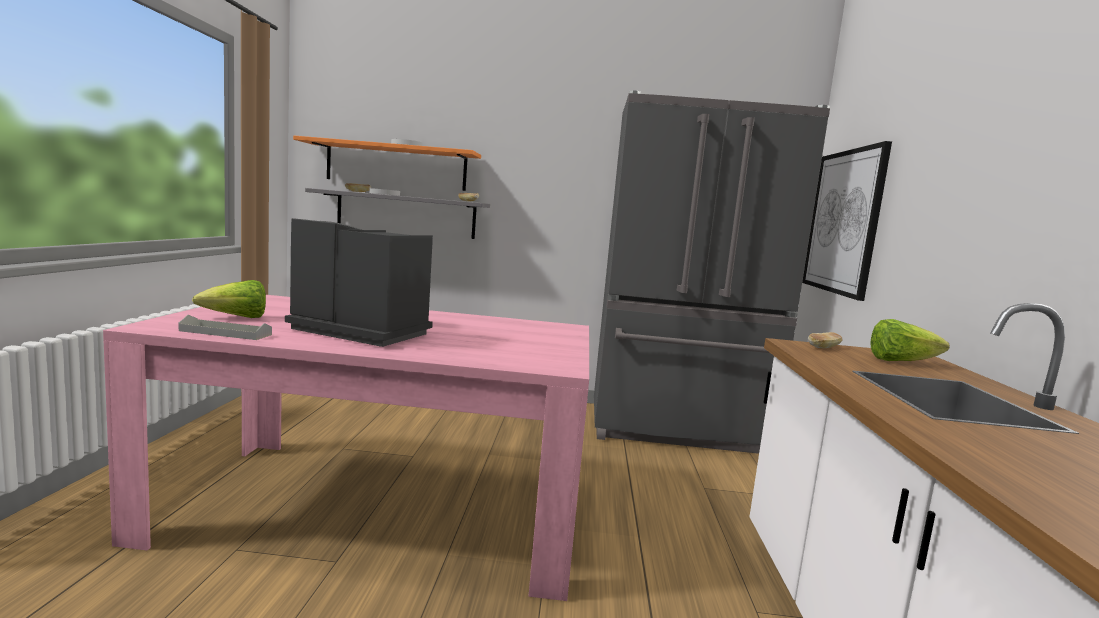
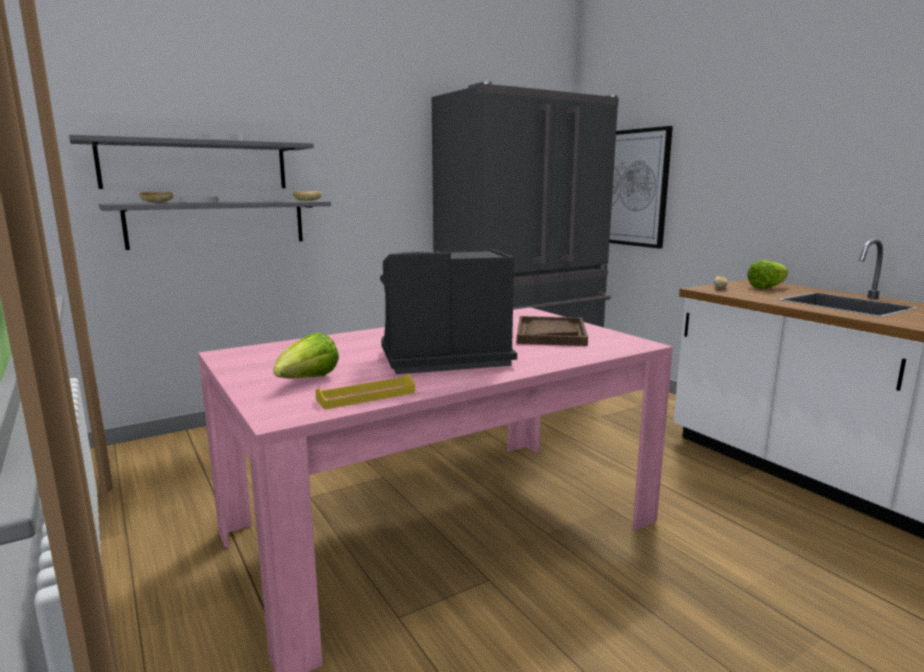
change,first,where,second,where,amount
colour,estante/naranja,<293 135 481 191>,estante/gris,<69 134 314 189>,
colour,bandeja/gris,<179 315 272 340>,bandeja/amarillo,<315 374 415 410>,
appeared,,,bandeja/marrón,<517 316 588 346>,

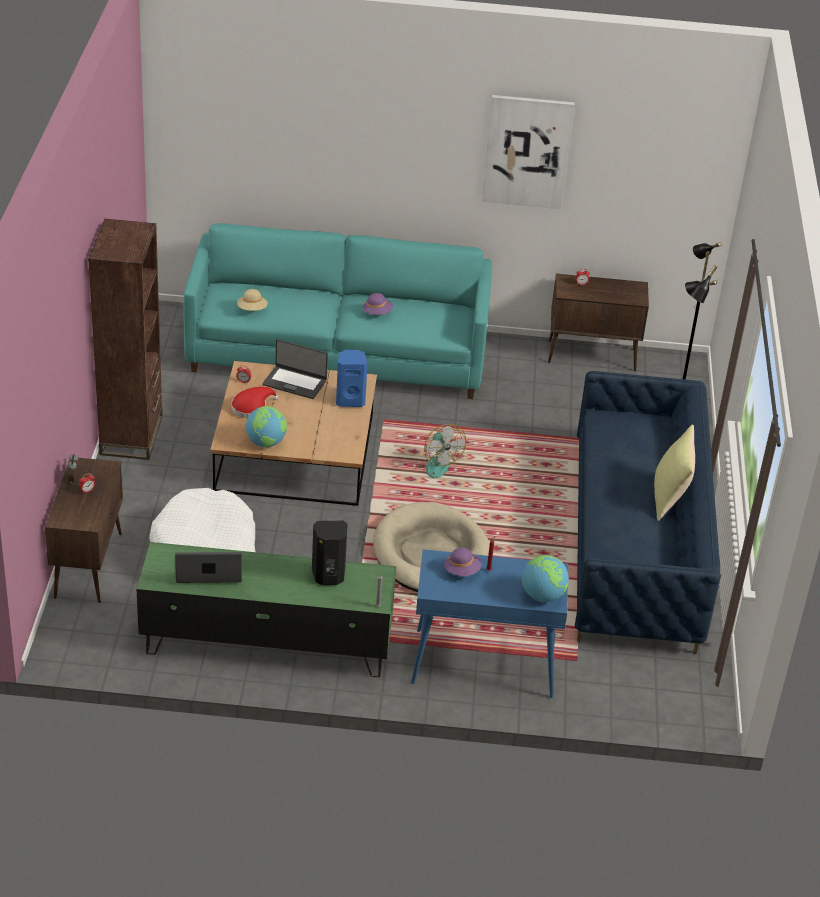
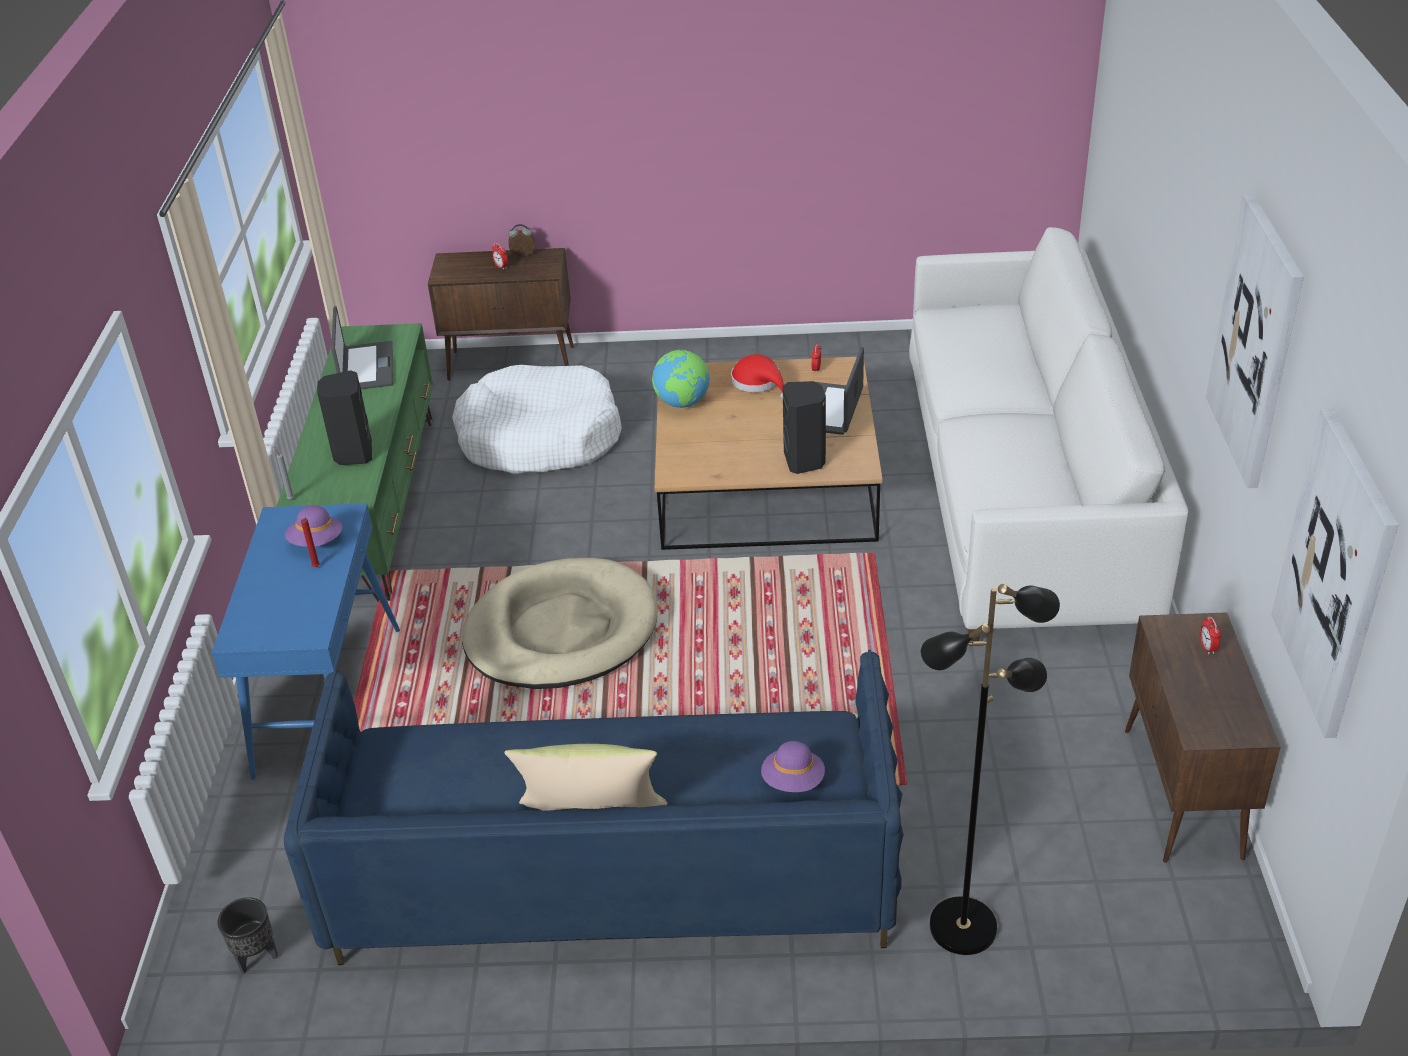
change,first,where,second,where,amount
missing,estantería/marrón,<88 219 163 460>,,,
colour,sofá/turquesa,<183 223 492 399>,sofá/blanco,<909 227 1188 641>,
missing,sombrero/beis,<237 289 268 311>,,,
relocated,sombrero/morado,<362 293 393 315>,,<761 741 825 792>,
colour,altavoz/azul,<336 350 368 407>,altavoz/negro,<783 381 826 474>,
missing,ventilador,<417 424 466 478>,,,
missing,globo terráqueo,<522 555 569 602>,,,
appeared,,,cuadro,<1271 408 1398 738>,
appeared,,,maceta/negro,<218 897 278 974>,

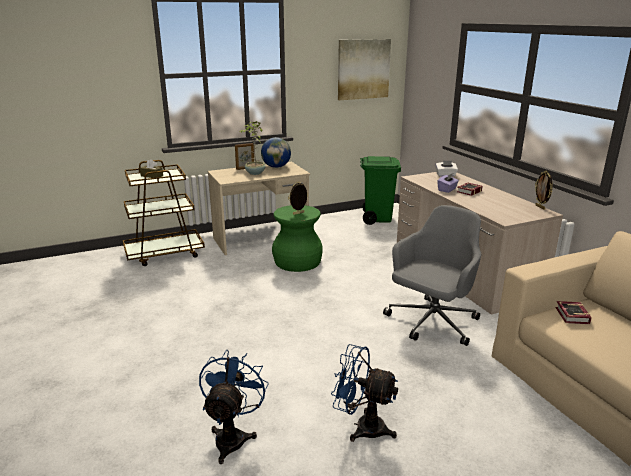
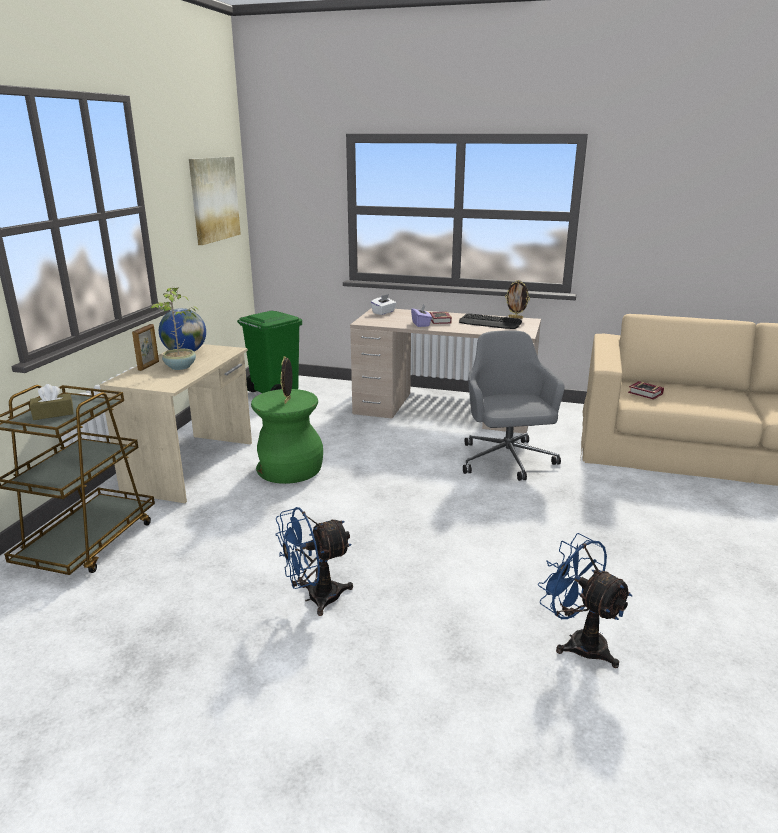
change,first,where,second,where,amount
relocated,ventilador/azul,<331 344 398 442>,,<275 507 353 616>,
appeared,,,teclado,<459 313 522 329>,

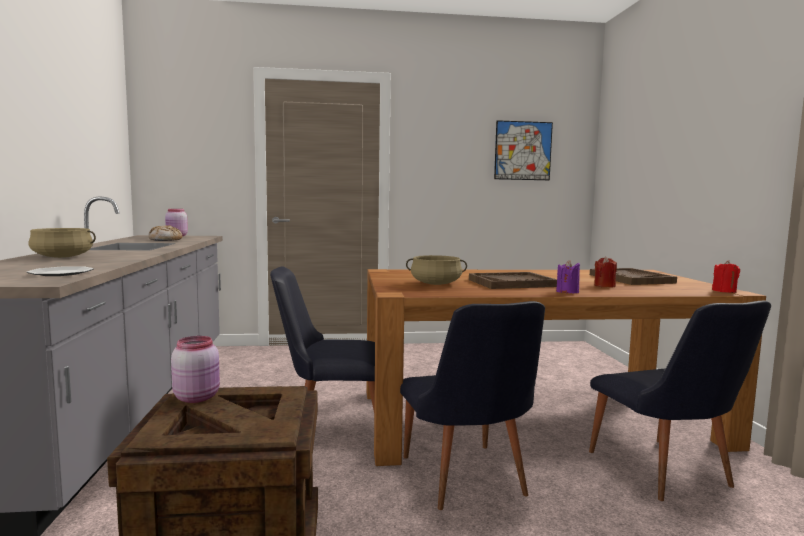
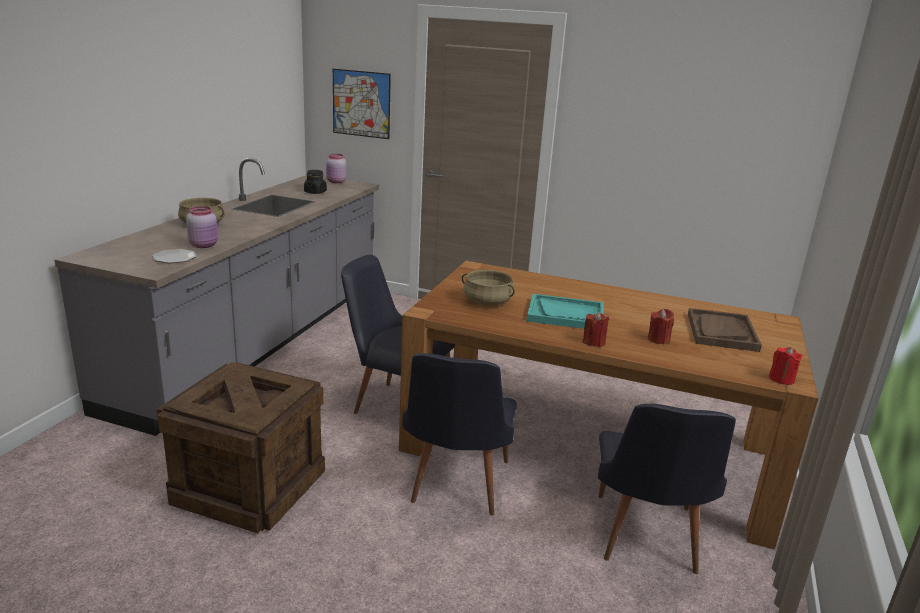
change,first,where,second,where,amount
relocated,cuadro,<494 120 553 180>,,<333 69 391 139>,
exchanged,pan,<148 225 182 241>,tarro/negro,<304 170 327 194>,
colour,vela/morado,<556 260 580 293>,vela/rojo,<582 312 609 347>,
colour,bandeja/marrón,<469 272 557 289>,bandeja/turquesa,<527 294 604 329>,
relocated,tarro/rosa,<171 336 220 403>,,<186 206 218 248>,

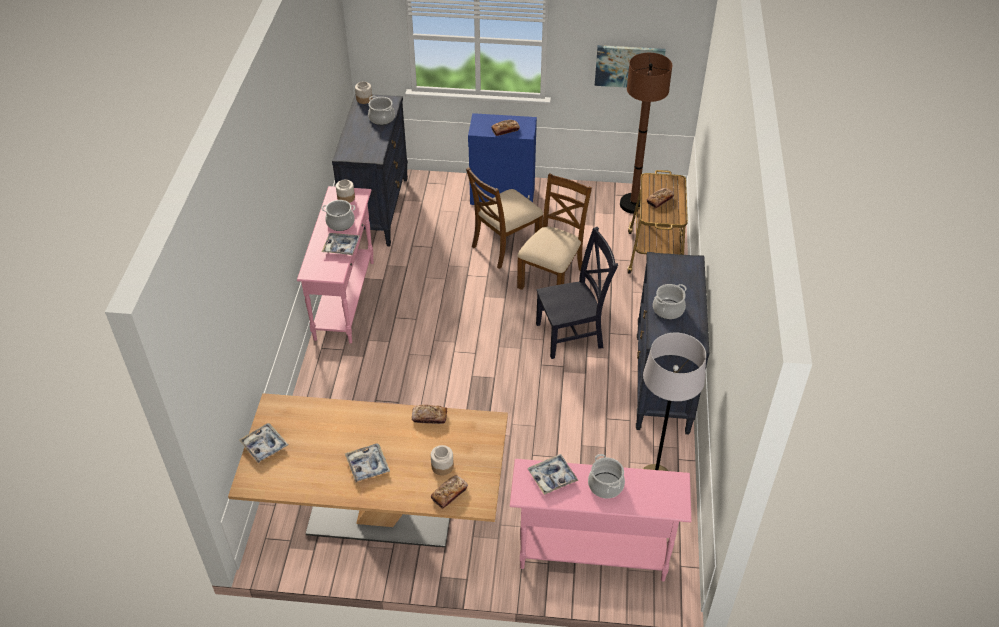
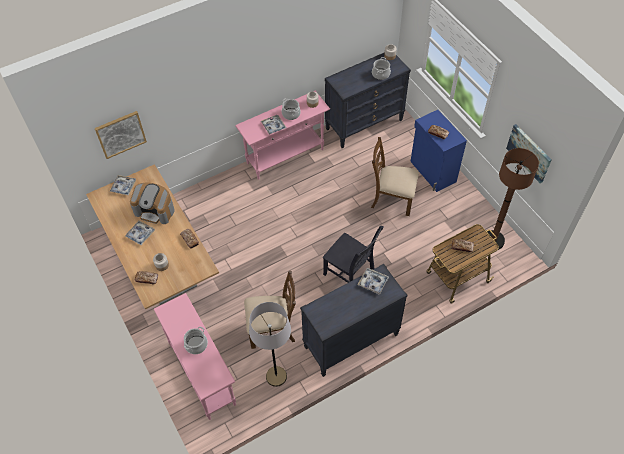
change,first,where,second,where,amount
relocated,silla/marrón,<517 173 592 290>,,<244 271 296 349>,
missing,olla,<653 284 687 319>,,,
relocated,bandeja,<528 454 578 495>,,<357 268 389 295>,
appeared,,,cuadro,<95 111 147 159>,
appeared,,,cafetera,<130 182 175 224>,

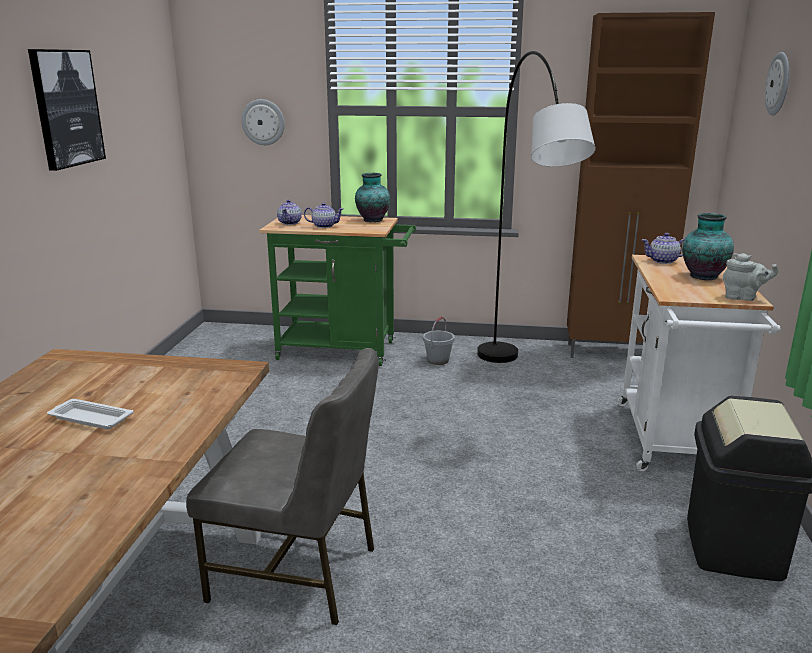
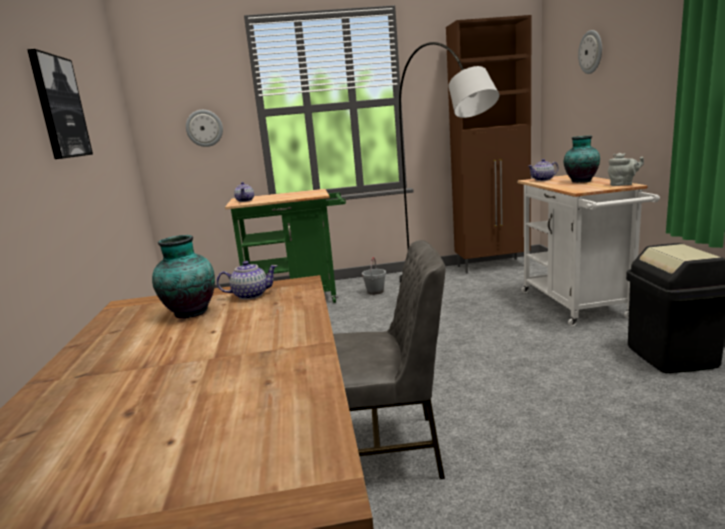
change,first,where,second,where,amount
relocated,florero,<355 173 390 222>,,<152 235 215 319>,
relocated,tetera,<304 202 343 228>,,<217 261 278 300>,
missing,bandeja/blanco,<47 399 133 430>,,,

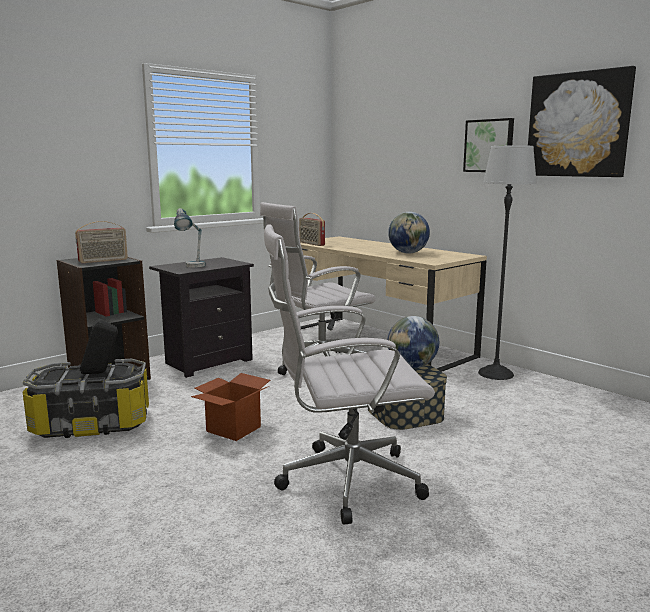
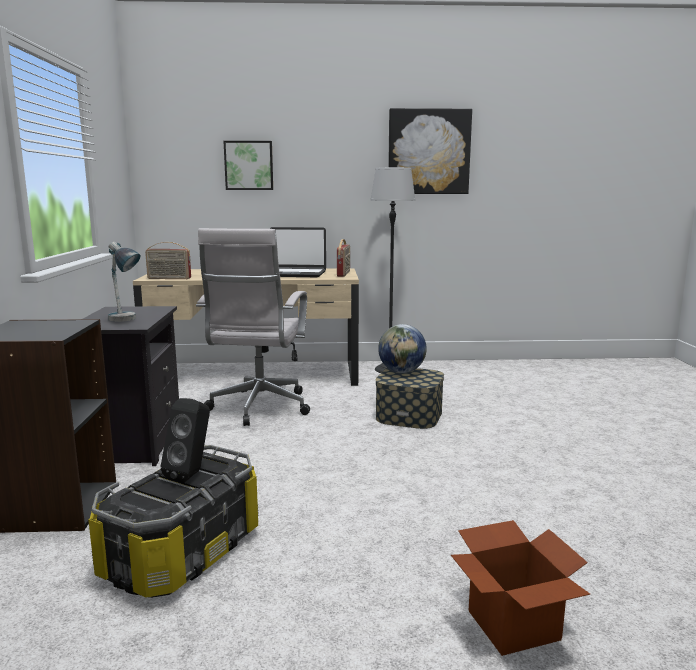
change,first,where,second,where,amount
relocated,cuadro,<463 118 514 172>,,<224 141 273 190>,
exchanged,globo terráqueo,<388 212 430 254>,portátil,<270 227 326 277>,
relocated,radio,<75 221 128 263>,,<337 239 350 277>,
missing,silla de oficina/blanco,<264 224 435 524>,,,
relocated,caja de cartón,<191 373 270 441>,,<451 520 590 656>,

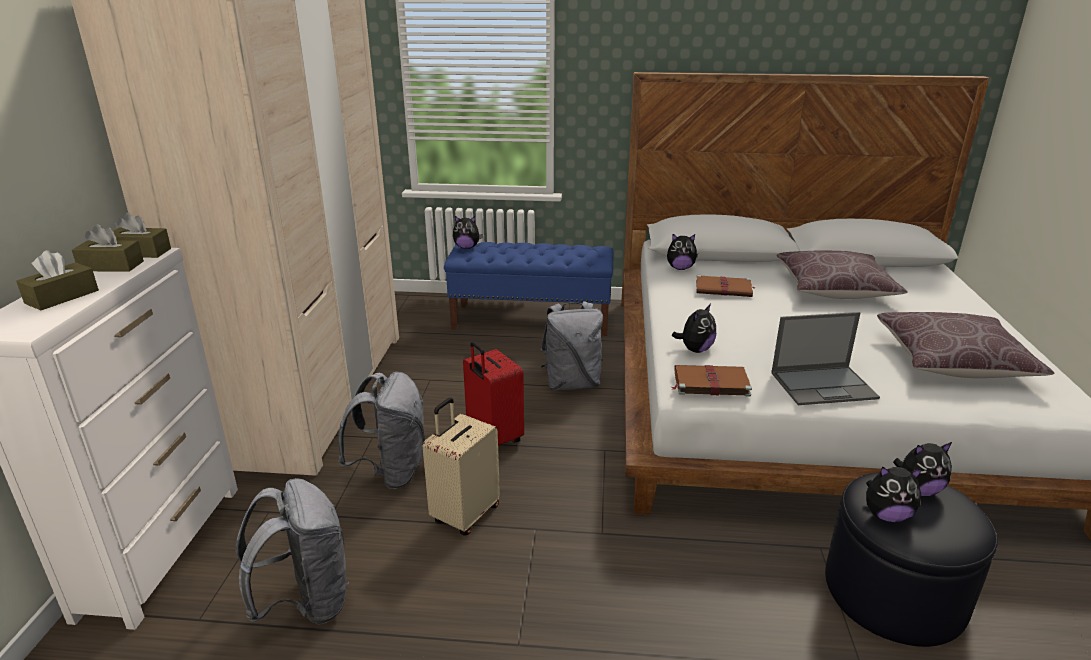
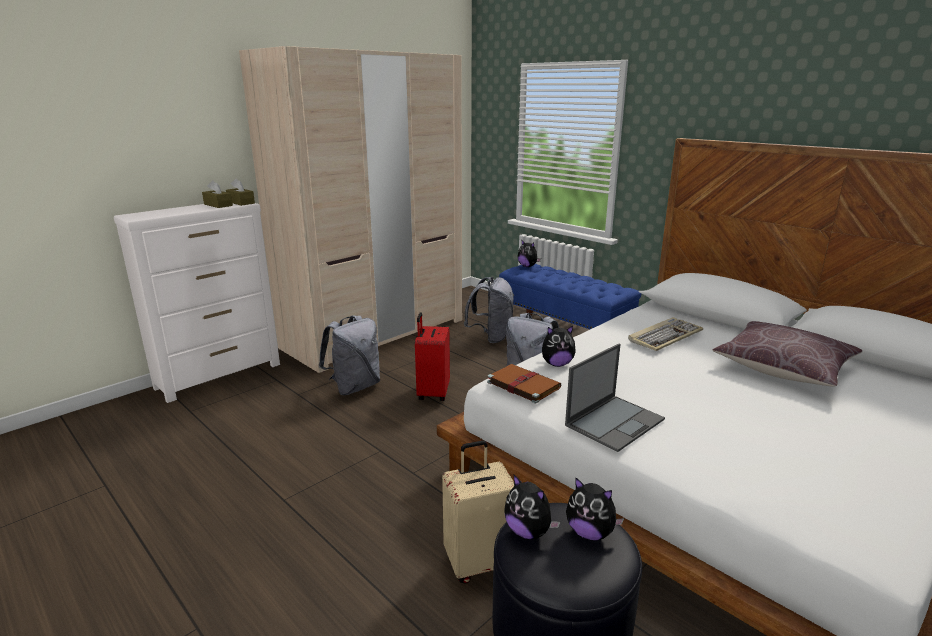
change,first,where,second,where,amount
missing,peluche,<667 234 698 270>,,,
missing,caja de pañuelos/marrón,<16 250 99 310>,,,
exchanged,libro/marrón,<696 275 755 297>,teclado,<628 317 703 351>,
spun,portátil,<771 312 880 405>,,<565 344 665 452>,75 degrees counterclockwise
missing,cojín/marrón,<877 312 1055 378>,,,
relocated,maleta/beis,<423 398 500 536>,,<442 440 514 584>,
relocated,mochila/gris,<236 478 349 624>,,<464 277 514 343>,

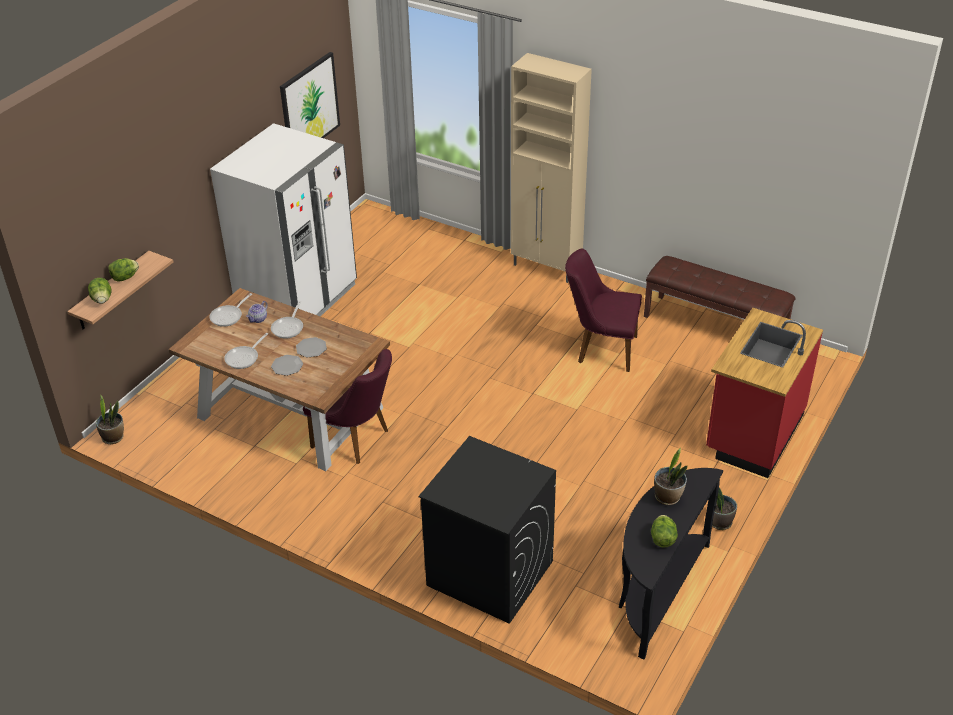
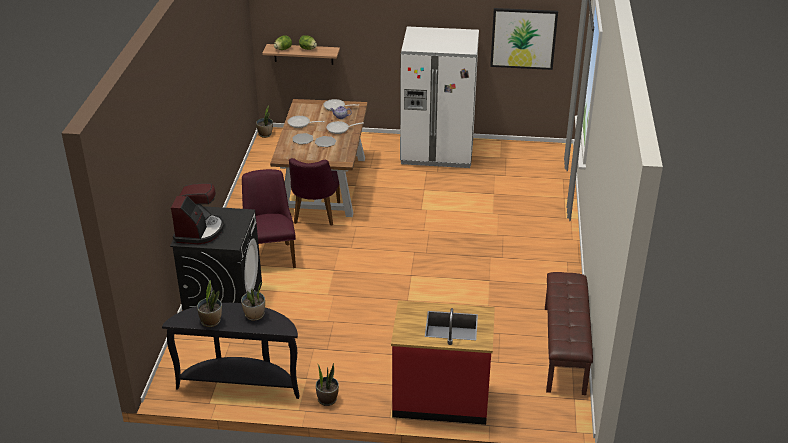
change,first,where,second,where,amount
missing,armario/beis,<511 53 592 283>,,,
relocated,silla/morado,<565 249 642 372>,,<242 169 296 268>,
exchanged,lechuga,<651 515 678 548>,planta en maceta,<197 280 222 327>,
appeared,,,cafetera,<171 183 224 244>,

